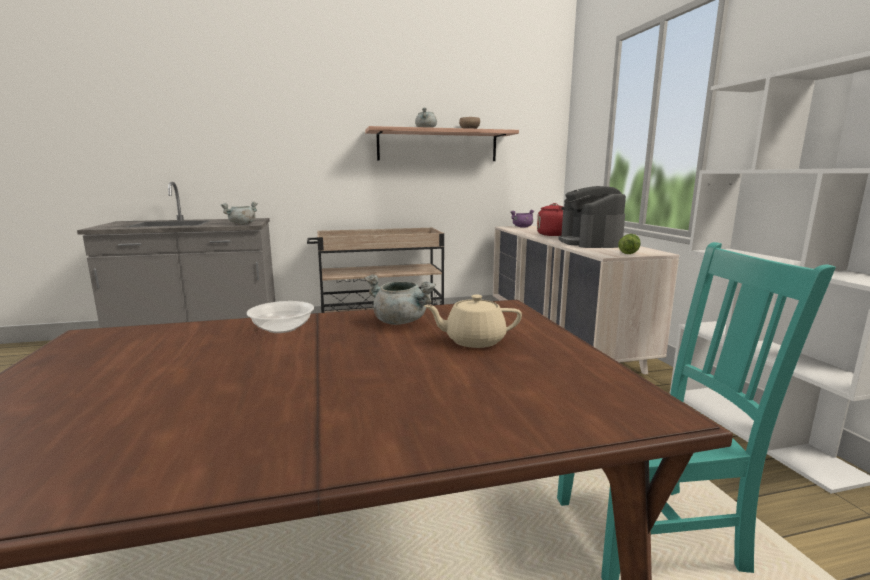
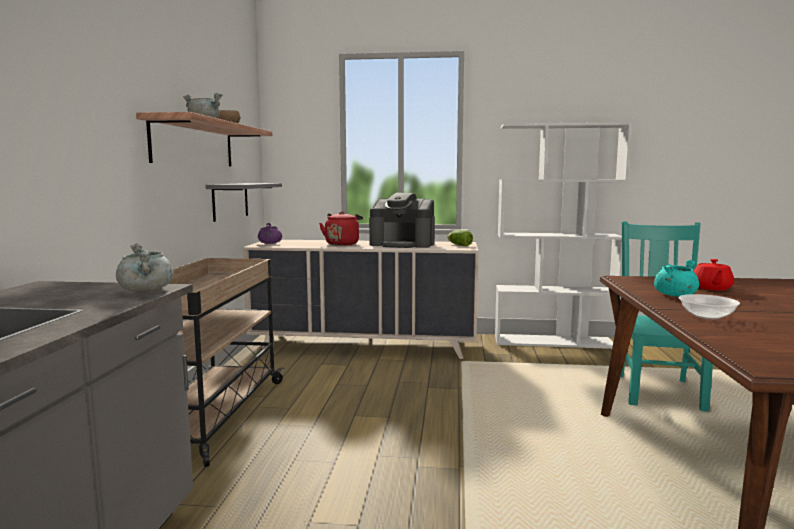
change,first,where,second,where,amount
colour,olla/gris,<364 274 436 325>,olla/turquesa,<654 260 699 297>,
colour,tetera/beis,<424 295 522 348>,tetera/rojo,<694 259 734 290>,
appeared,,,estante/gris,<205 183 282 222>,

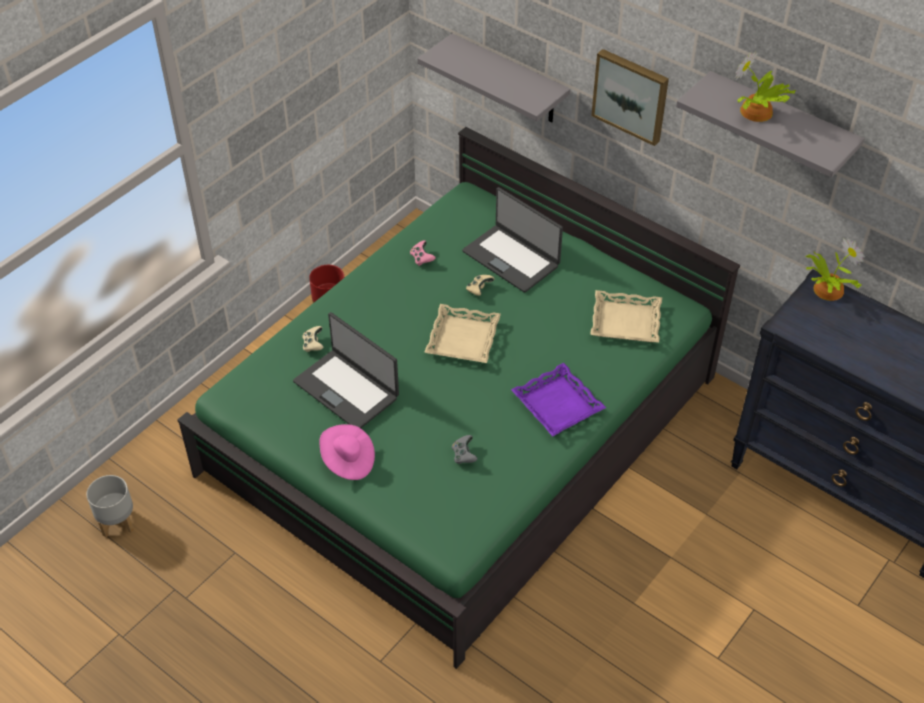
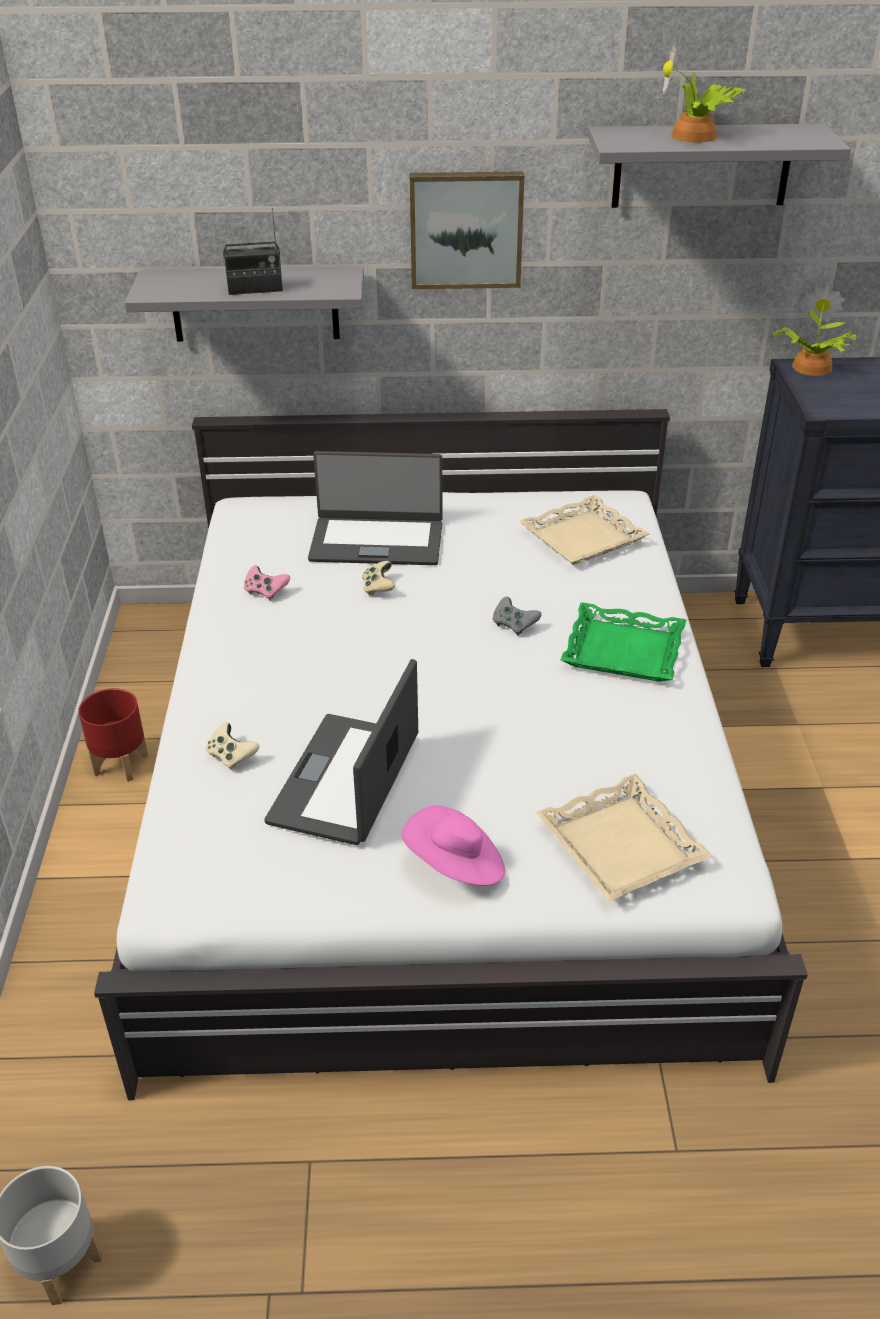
change,first,where,second,where,amount
colour,cama/verde,<177 127 740 669>,cama/blanco,<94 409 808 1100>,
relocated,bandeja/beis,<424 304 501 363>,,<536 774 713 901>,
spun,portátil,<293 312 399 428>,,<264 659 418 845>,105 degrees clockwise
colour,bandeja/morado,<511 363 606 437>,bandeja/verde,<561 602 686 682>,
relocated,mando de consola/gris,<452 435 477 464>,,<493 596 542 636>,
appeared,,,radio,<223 208 283 295>,

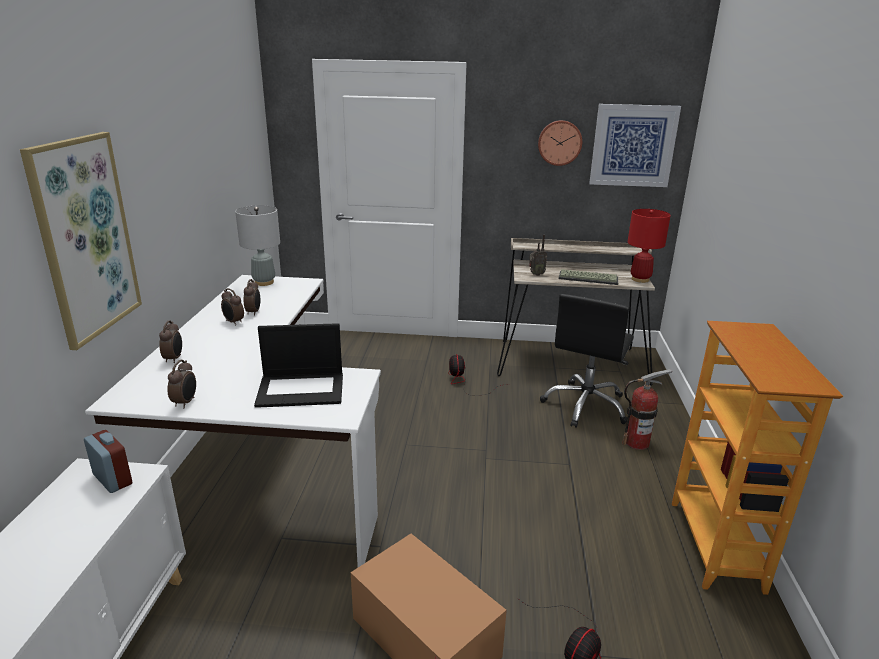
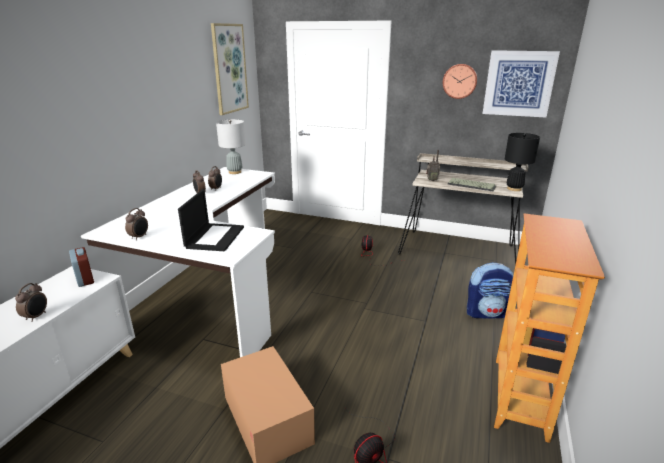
change,first,where,second,where,amount
relocated,cuadro,<20 132 142 350>,,<211 23 249 115>,
colour,lámpara de mesa/rojo,<628 209 671 283>,lámpara de mesa/negro,<505 133 540 191>,
missing,silla de oficina/negro,<540 294 634 428>,,,
relocated,despertador,<159 320 182 363>,,<15 283 47 322>,
spun,portátil,<254 323 343 408>,,<178 189 244 251>,90 degrees counterclockwise
exchanged,extintor,<622 369 672 450>,mochila,<467 262 513 319>,

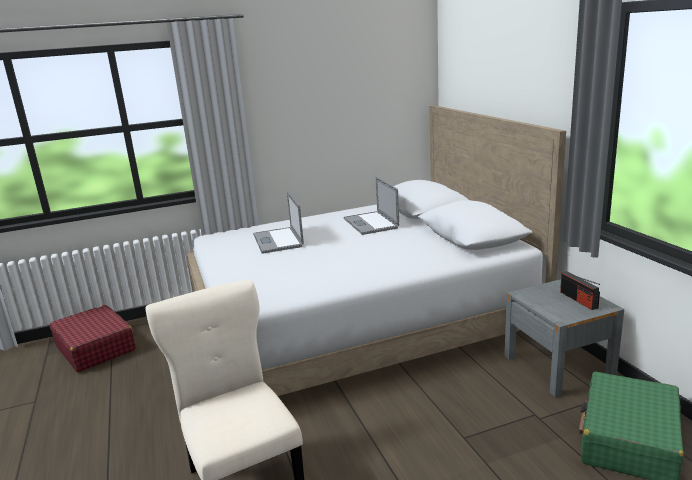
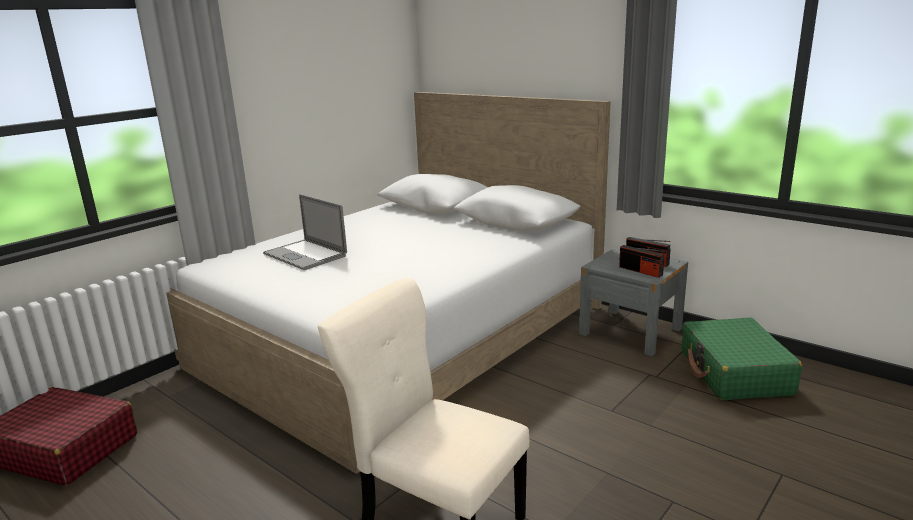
change,first,where,second,where,amount
missing,portátil,<343 177 399 235>,,,
appeared,,,radio,<619 245 664 278>,

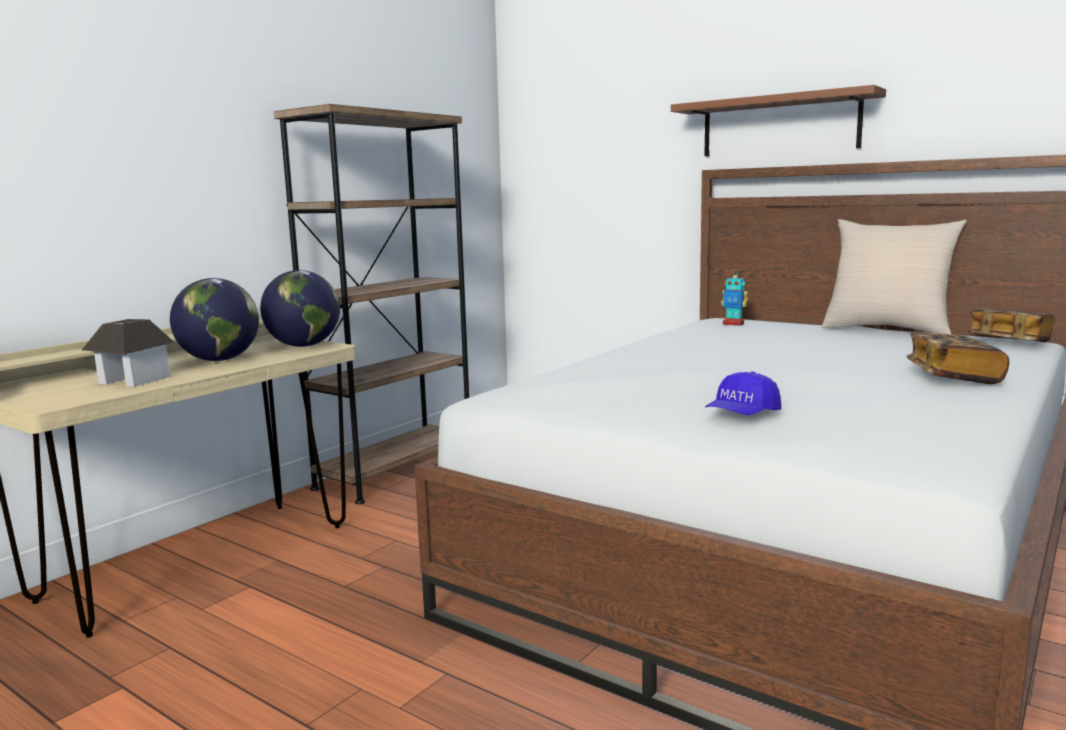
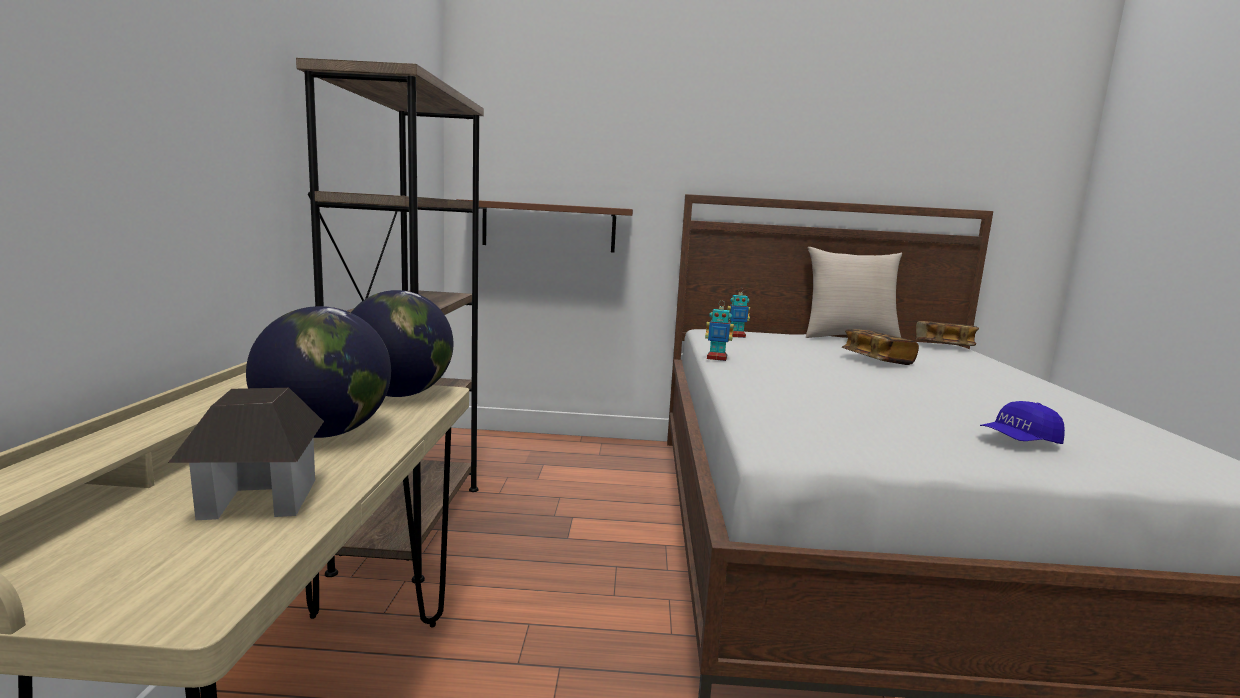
change,first,where,second,where,amount
relocated,estante/marrón,<671 85 886 156>,,<457 199 633 252>,
relocated,libro,<906 332 1009 384>,,<842 329 919 365>,
spun,gorra/azul,<705 371 781 415>,,<980 401 1065 444>,60 degrees clockwise
appeared,,,robot de juguete,<705 302 734 361>,

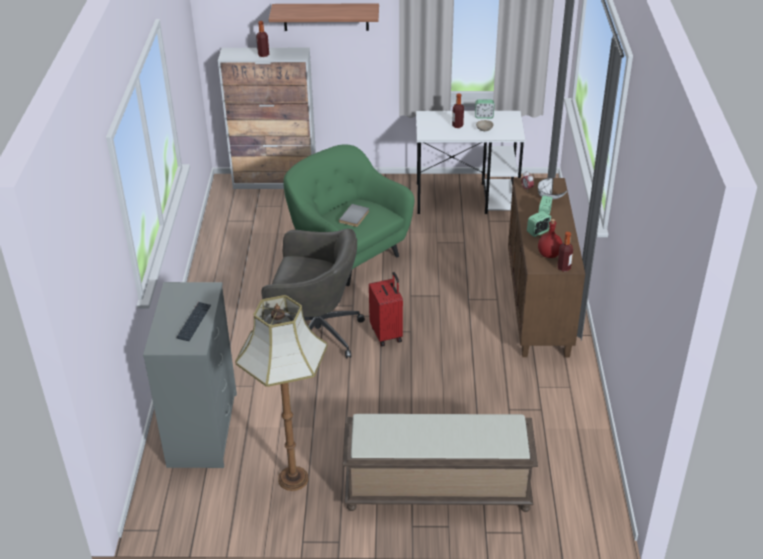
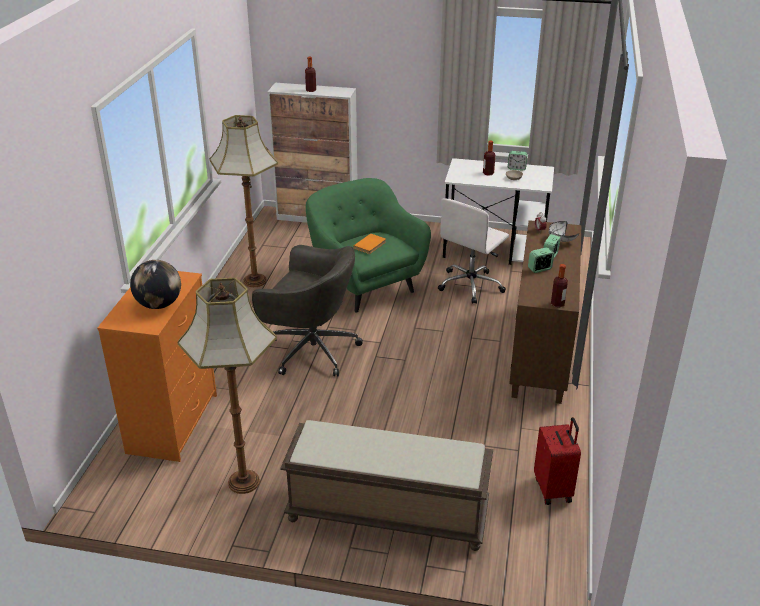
change,first,where,second,where,amount
missing,estante,<269 3 379 31>,,,
colour,libro/gris,<339 204 369 227>,libro/naranja,<353 234 386 254>,
missing,botella/rojo,<538 219 562 258>,,,
relocated,maleta/rojo,<369 272 403 346>,,<534 417 581 505>,
colour,cómoda/gris,<143 282 237 468>,cómoda/naranja,<97 271 217 462>,
exchanged,teclado,<176 302 211 341>,globo terráqueo,<130 260 181 309>,
appeared,,,lámpara de pie,<209 115 278 287>,
appeared,,,silla de oficina/blanco,<438 198 509 304>,

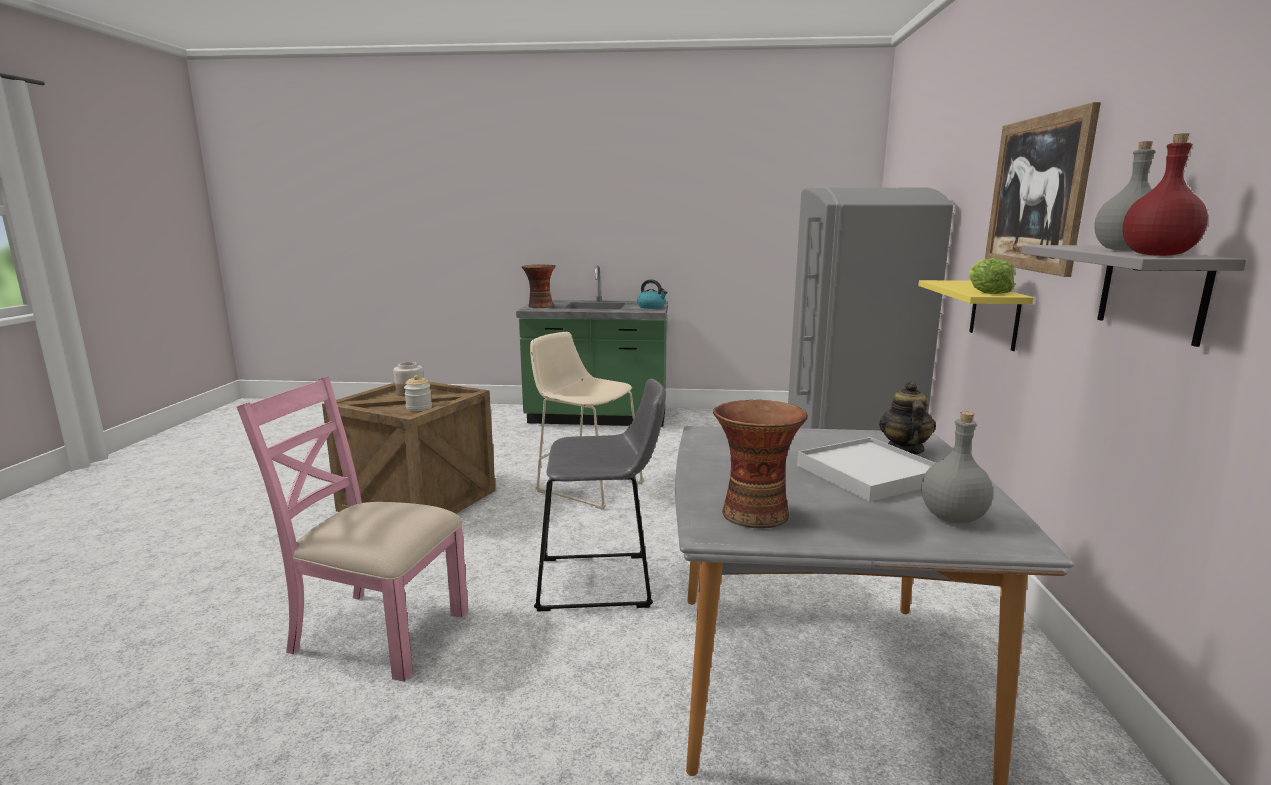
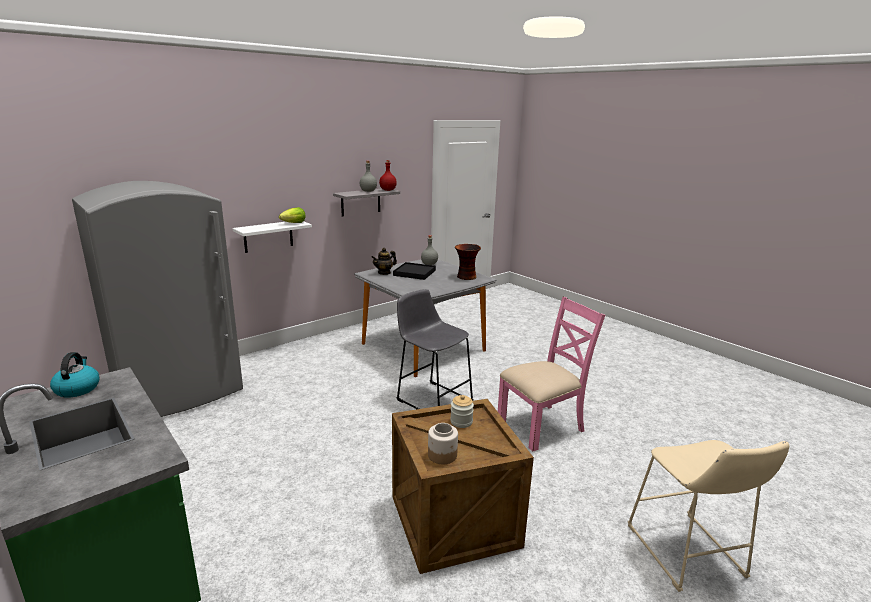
change,first,where,second,where,amount
missing,cuadro,<985 102 1101 277>,,,
missing,florero,<522 265 556 308>,,,
colour,estante/amarillo,<918 280 1034 351>,estante/blanco,<233 221 312 253>,
relocated,taburete/beis,<530 332 644 510>,,<628 440 789 592>,
spun,silla/rosa,<237 376 468 682>,,<498 297 605 451>,90 degrees counterclockwise
colour,bandeja/blanco,<797 437 935 502>,bandeja/negro,<393 262 436 280>,

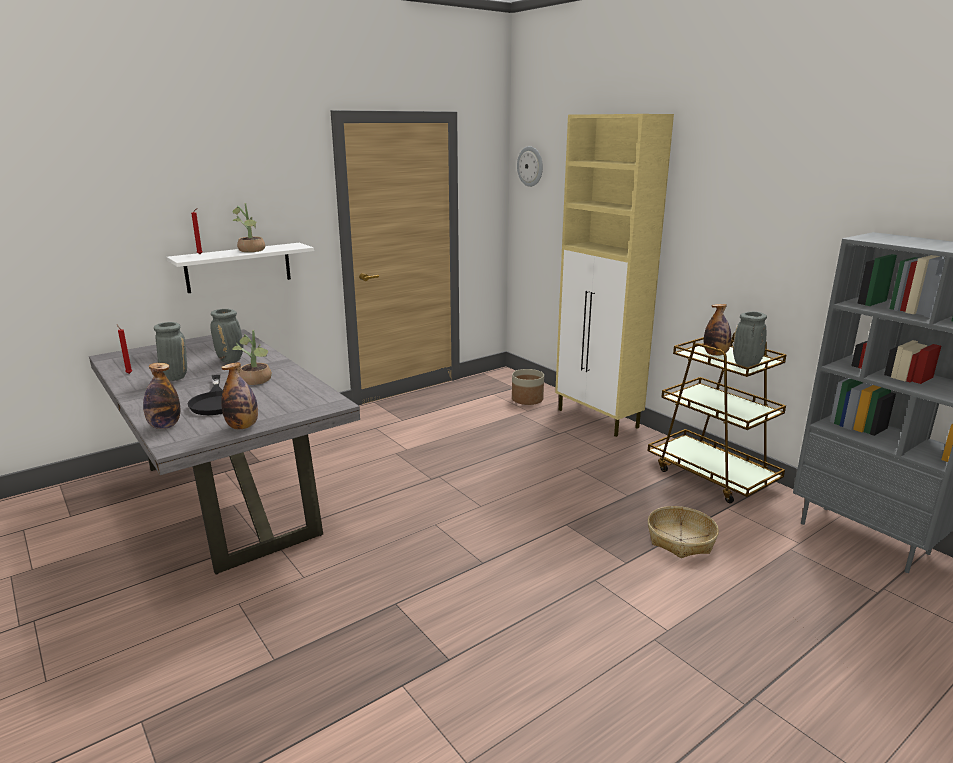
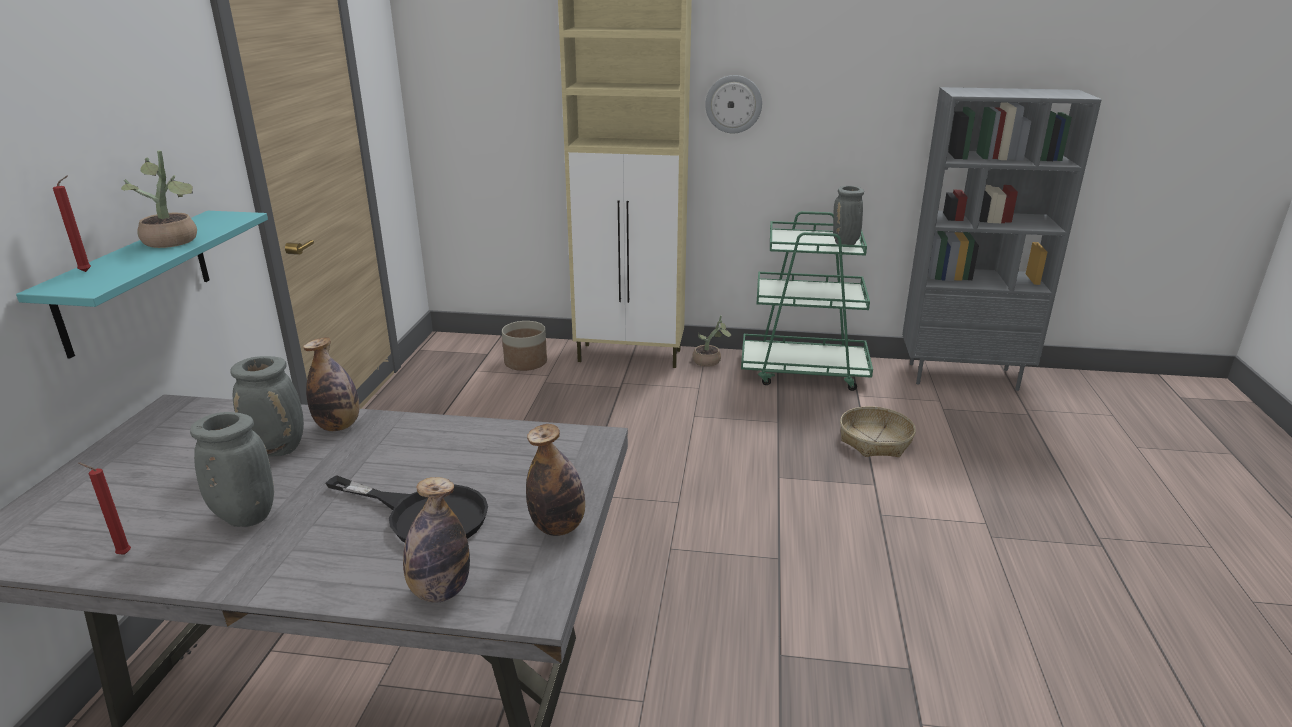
change,first,where,second,where,amount
relocated,reloj de pared,<517 146 543 187>,,<705 75 762 133>,
colour,estante/blanco,<166 243 314 293>,estante/turquesa,<16 211 268 359>,
relocated,botella,<704 304 731 356>,,<303 337 359 431>,
relocated,planta en maceta,<233 330 272 385>,,<692 315 732 367>,
colour,carrito/marrón,<648 333 786 503>,carrito/verde,<741 211 873 391>,

